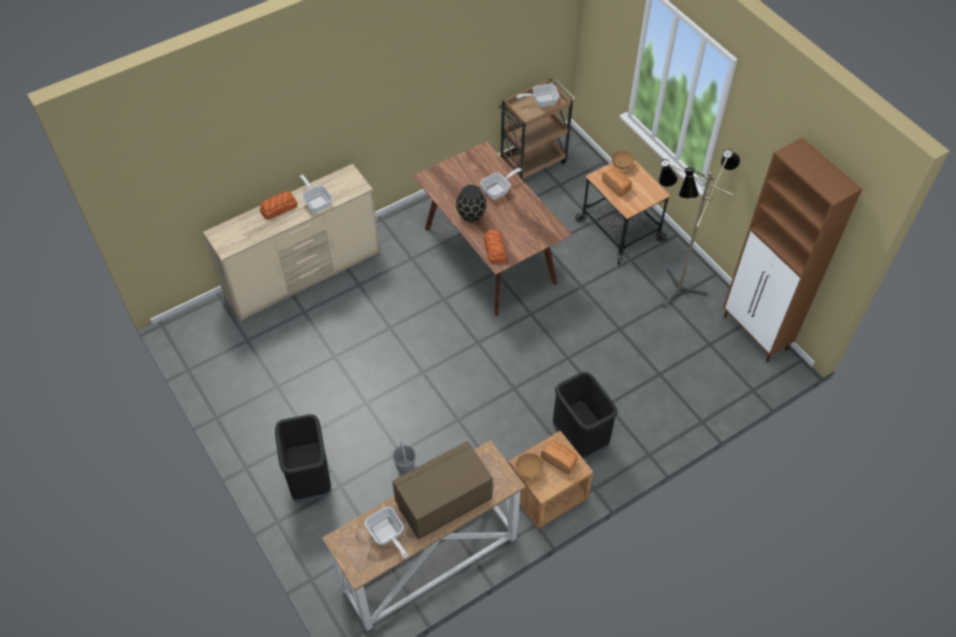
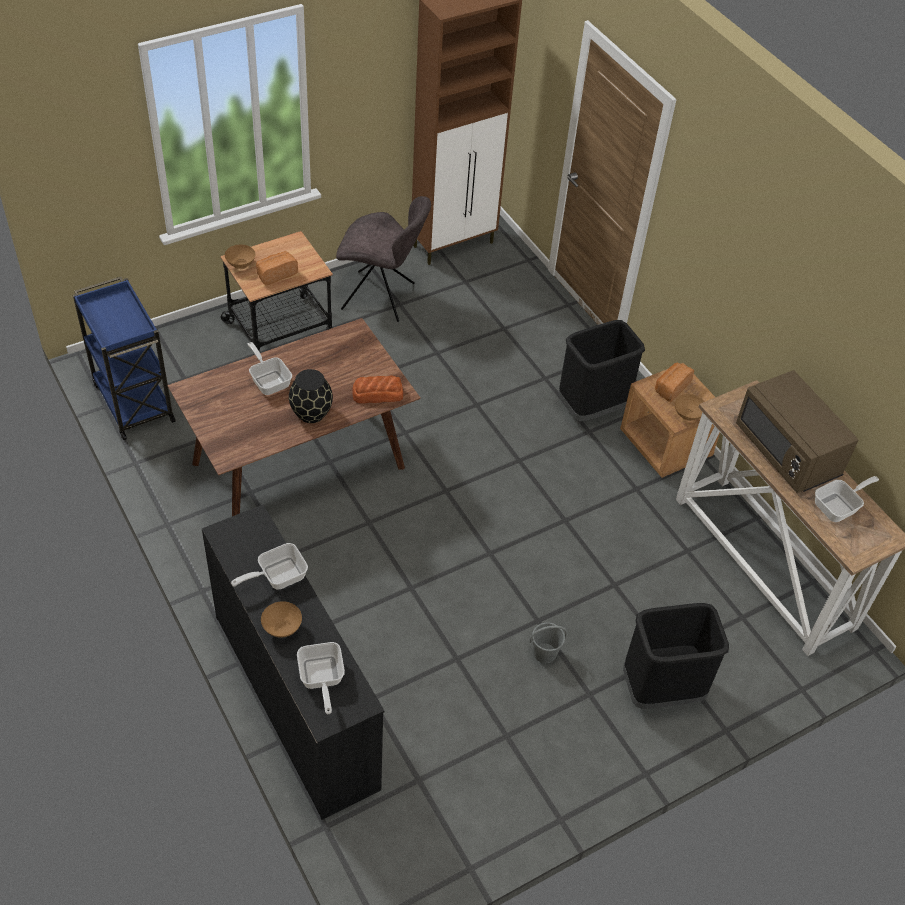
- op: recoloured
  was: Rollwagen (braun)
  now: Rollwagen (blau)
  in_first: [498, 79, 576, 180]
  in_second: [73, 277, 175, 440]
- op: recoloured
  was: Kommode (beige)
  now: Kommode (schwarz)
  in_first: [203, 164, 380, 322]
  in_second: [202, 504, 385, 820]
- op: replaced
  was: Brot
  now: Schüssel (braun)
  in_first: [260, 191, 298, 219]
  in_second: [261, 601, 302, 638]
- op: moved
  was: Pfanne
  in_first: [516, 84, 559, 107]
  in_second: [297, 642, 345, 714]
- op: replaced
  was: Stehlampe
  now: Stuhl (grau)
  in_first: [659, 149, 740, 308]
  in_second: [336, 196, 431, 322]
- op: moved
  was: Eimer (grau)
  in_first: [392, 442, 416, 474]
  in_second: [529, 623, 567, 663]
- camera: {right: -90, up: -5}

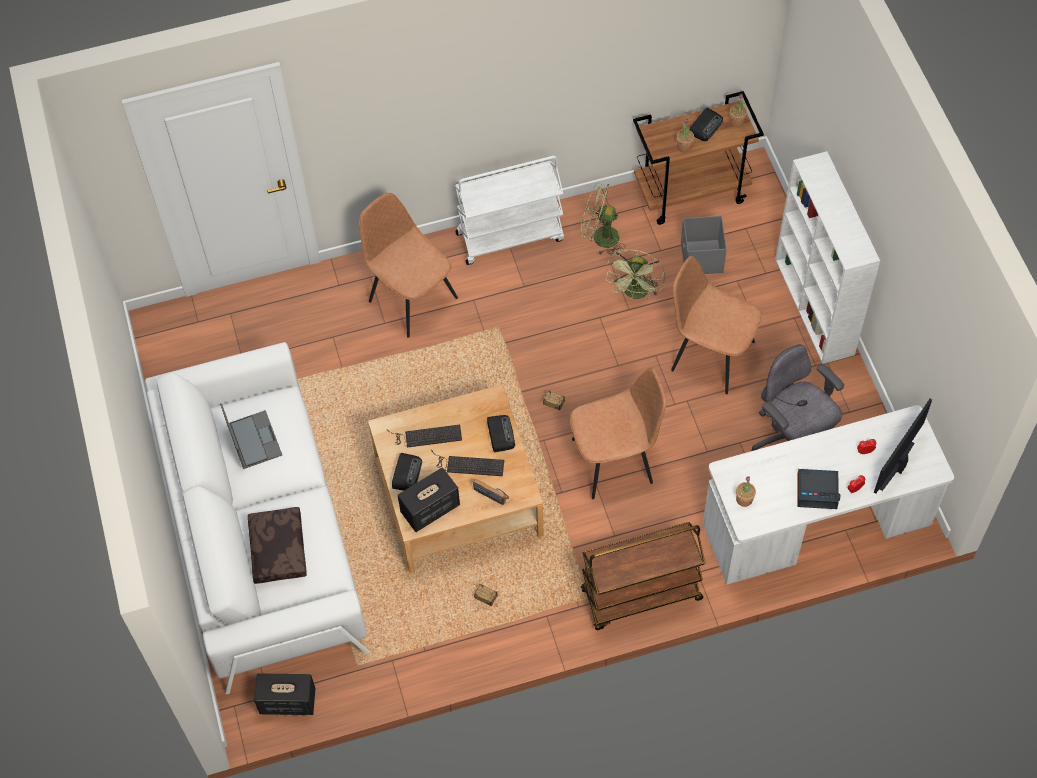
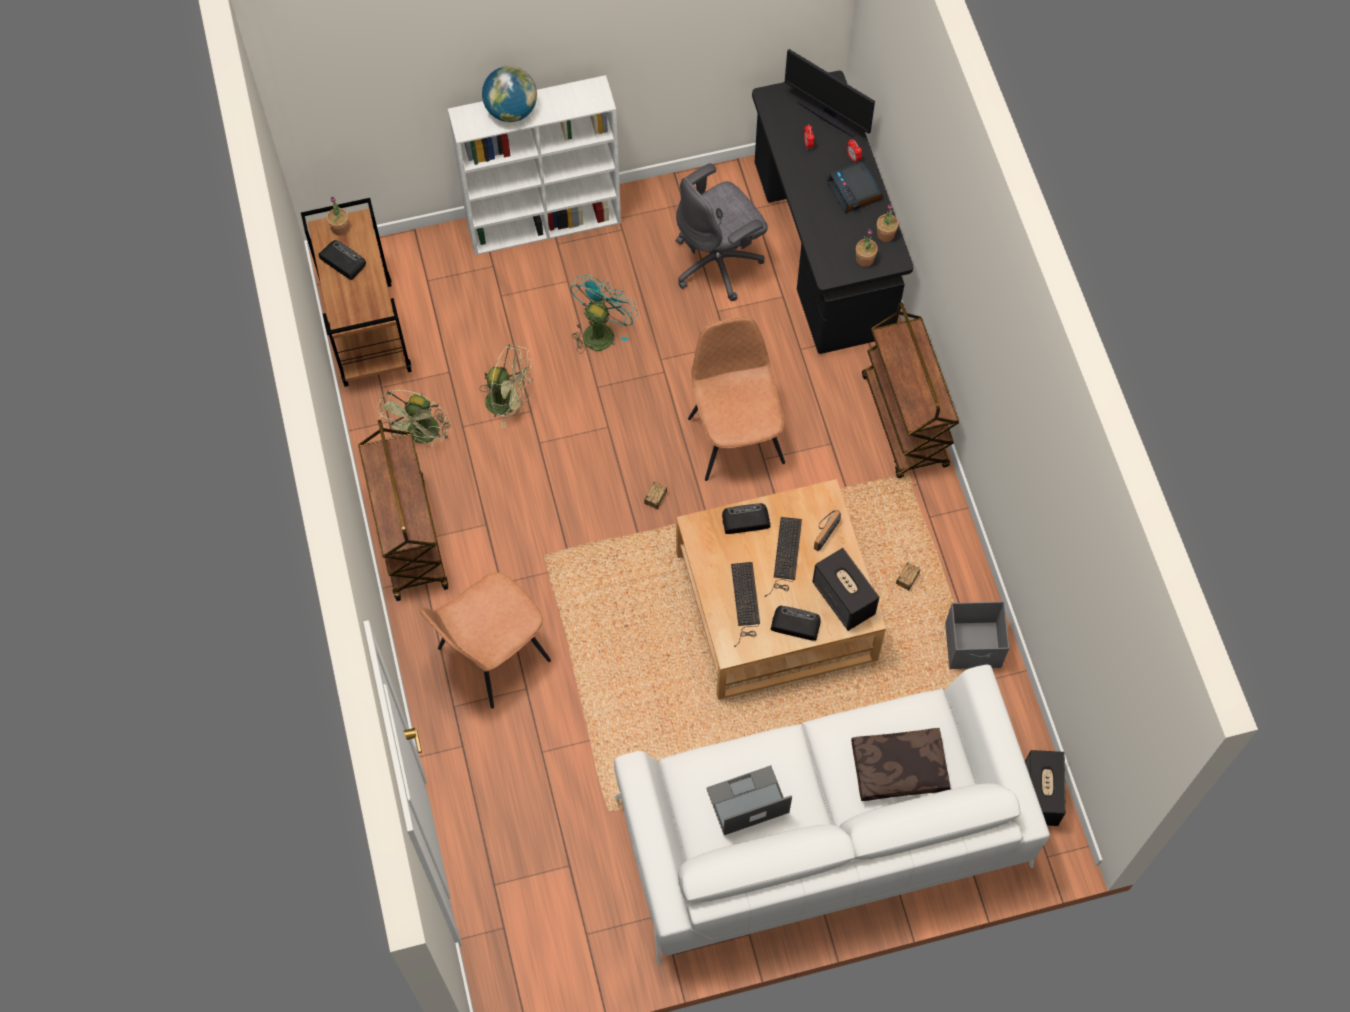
- op: recoloured
  was: Rollwagen (weiß)
  now: Rollwagen (braun)
  in_first: [455, 156, 564, 265]
  in_second: [358, 420, 448, 601]
- op: added
  now: Globus
  in_second: [482, 66, 537, 122]
- op: replaced
  was: Stuhl (braun)
  now: Ventilator (türkis)
  in_first: [671, 256, 762, 394]
  in_second: [570, 274, 638, 354]
- op: recoloured
  was: Schreibtisch (weiß)
  now: Schreibtisch (schwarz)
  in_first: [703, 405, 954, 585]
  in_second: [752, 71, 914, 354]
- op: turned
  was: Wecker
  in_first: [798, 469, 840, 509]
  in_second: [827, 161, 883, 214]
  clockwise: 150
- op: moved
  was: Topfpflanze
  in_first: [677, 118, 694, 153]
  in_second: [877, 204, 898, 242]
- op: moved
  was: Aufbewahrungsbox (grau)
  in_first: [681, 216, 727, 274]
  in_second: [945, 602, 1009, 669]
- camera: {right: -90, up: 5}

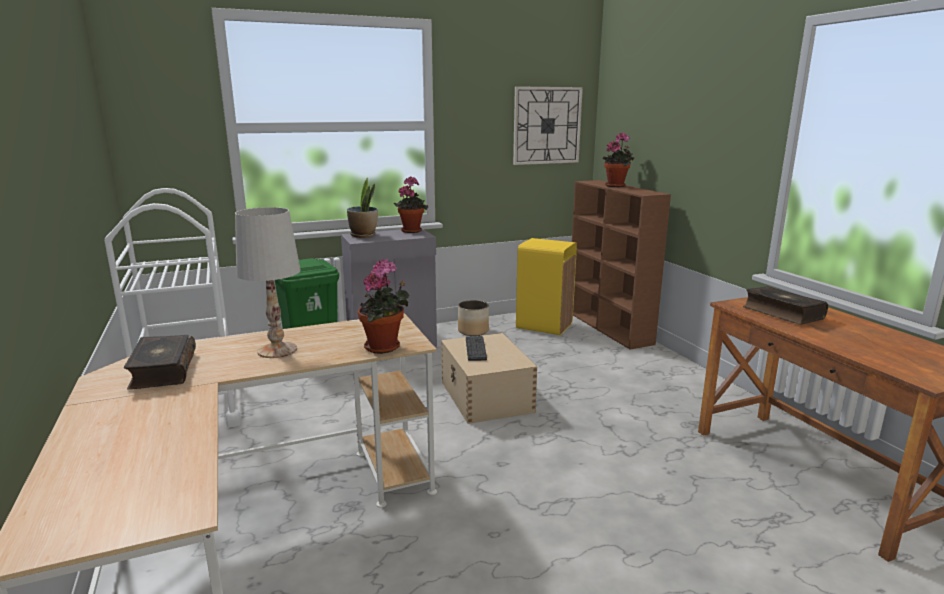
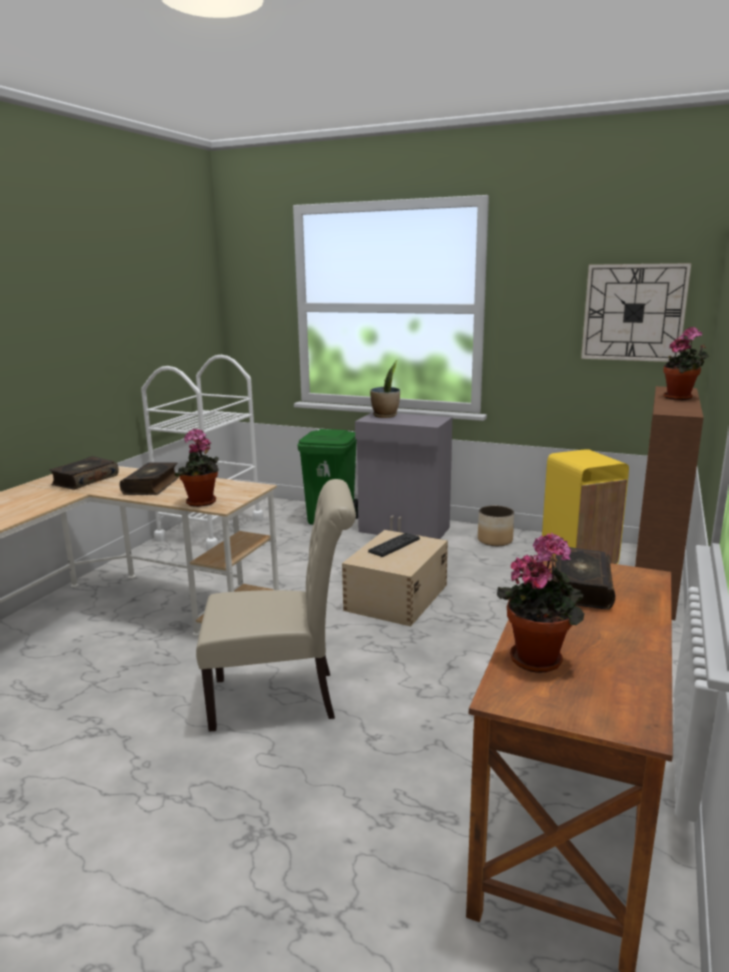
- op: replaced
  was: Tischlampe (weiß)
  now: Buch
  in_first: [235, 207, 301, 358]
  in_second: [120, 462, 179, 495]
- op: added
  now: Stuhl (beige)
  in_second: [196, 479, 356, 732]
- op: moved
  was: Topfpflanze
  in_first: [394, 176, 428, 233]
  in_second: [497, 532, 585, 673]
- camera: {right: 45, up: 0}

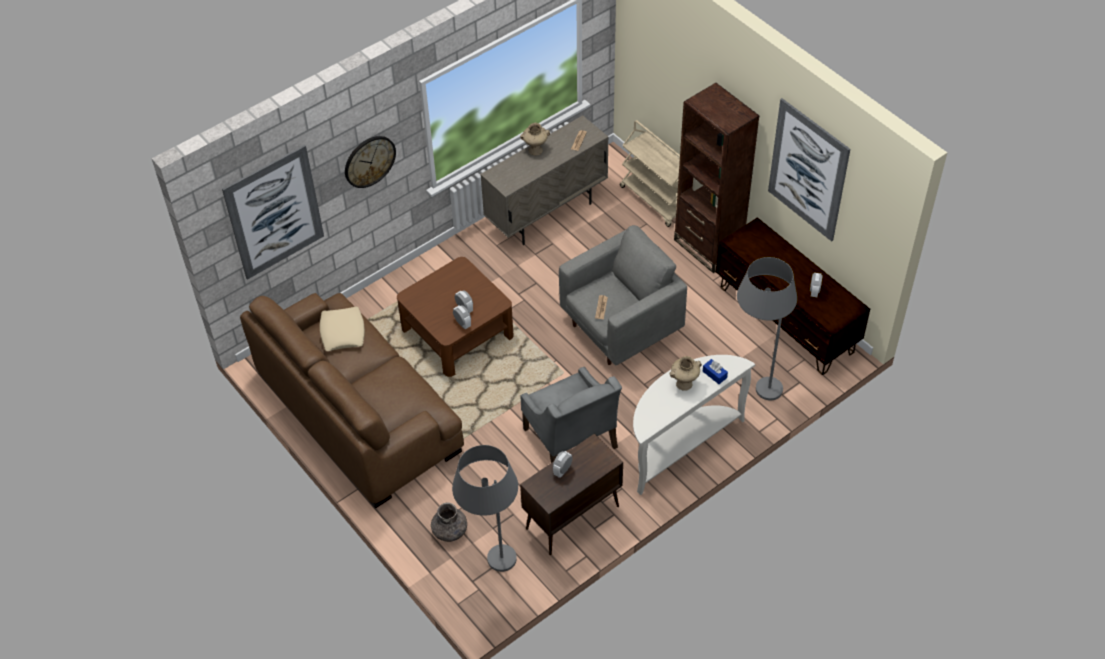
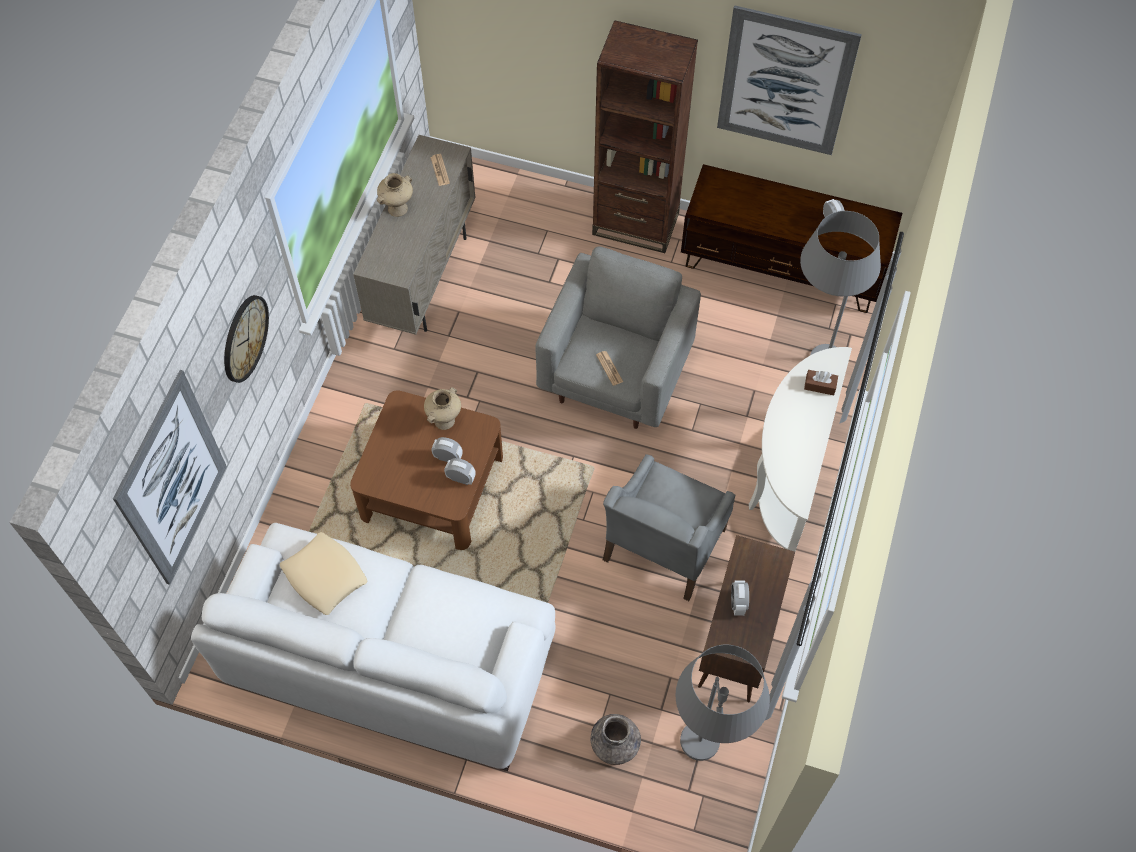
- op: recoloured
  was: Sofa (braun)
  now: Sofa (weiß)
  in_first: [240, 293, 464, 508]
  in_second: [191, 523, 555, 771]
- op: moved
  was: Vase (beige)
  in_first: [669, 356, 702, 391]
  in_second: [424, 387, 461, 430]
- op: turned
  was: Sessel (grau)
  in_first: [520, 367, 622, 463]
  in_second: [603, 454, 735, 601]
  clockwise: 90
- op: recoloured
  was: Taschentuchbox (blau)
  now: Taschentuchbox (braun)
  in_first: [703, 359, 728, 384]
  in_second: [804, 370, 838, 395]
- op: removed
  was: Rollwagen (beige)
  in_first: [620, 120, 680, 227]
- camera: {right: -35, up: 10}

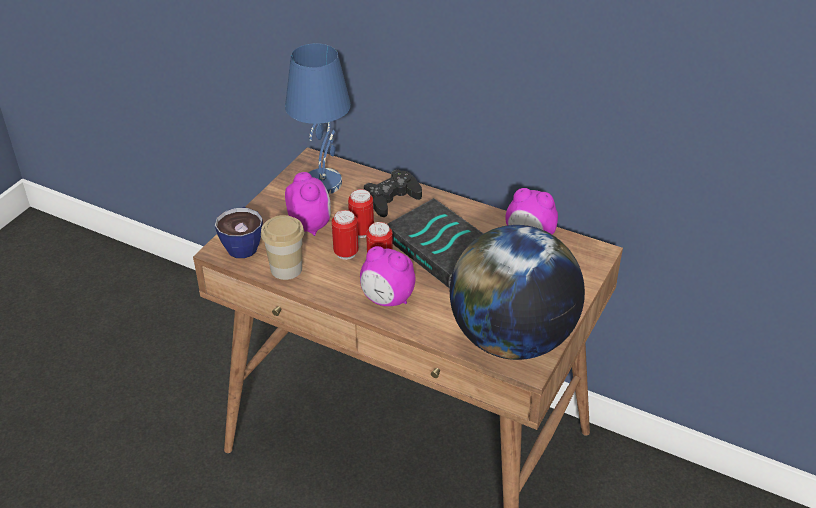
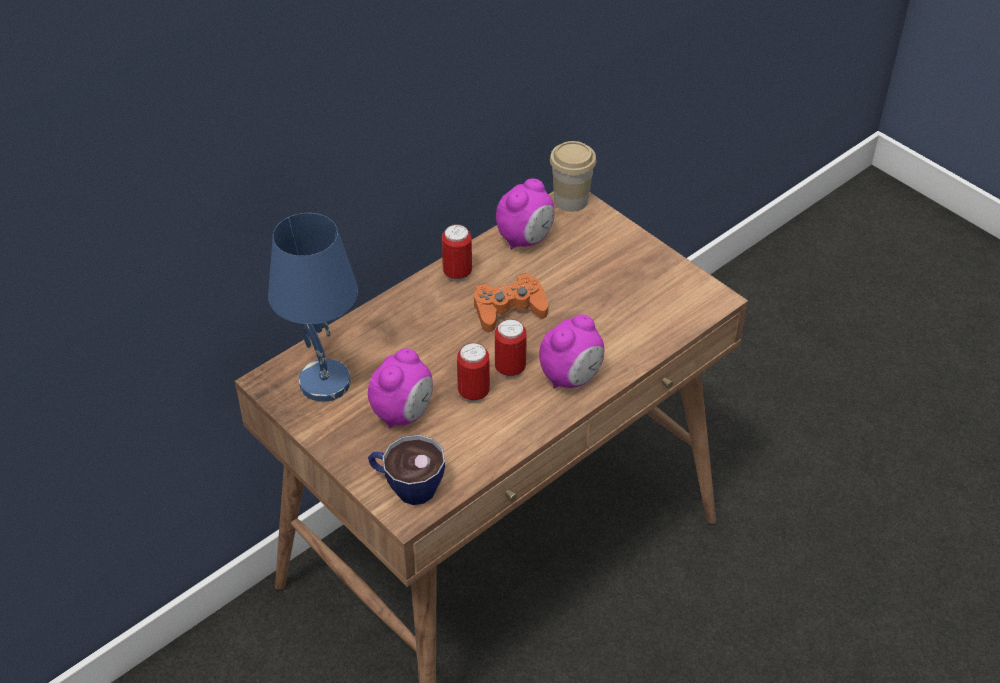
- op: turned
  was: Wecker
  in_first: [285, 172, 331, 236]
  in_second: [368, 348, 433, 429]
  clockwise: 120
- op: moved
  was: Dose
  in_first: [348, 189, 374, 238]
  in_second: [442, 224, 472, 281]
- op: replaced
  was: Buch
  now: Gamepad (orange)
  in_first: [387, 198, 483, 289]
  in_second: [474, 273, 548, 332]
- op: moved
  was: Tasse
  in_first: [261, 215, 304, 280]
  in_second: [550, 141, 596, 212]
- op: removed
  was: Gamepad (schwarz)
  in_first: [364, 169, 422, 217]
- op: removed
  was: Globus
  in_first: [450, 225, 585, 360]
- camera: {right: -70, up: 5}

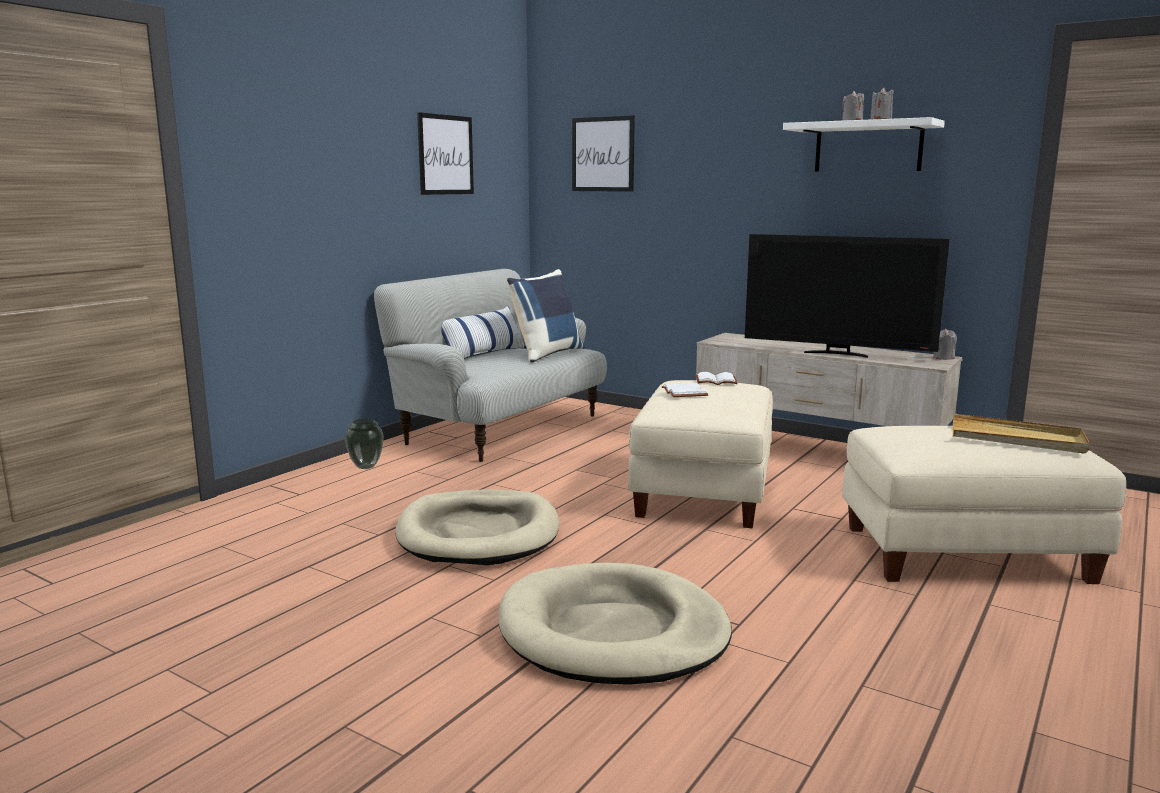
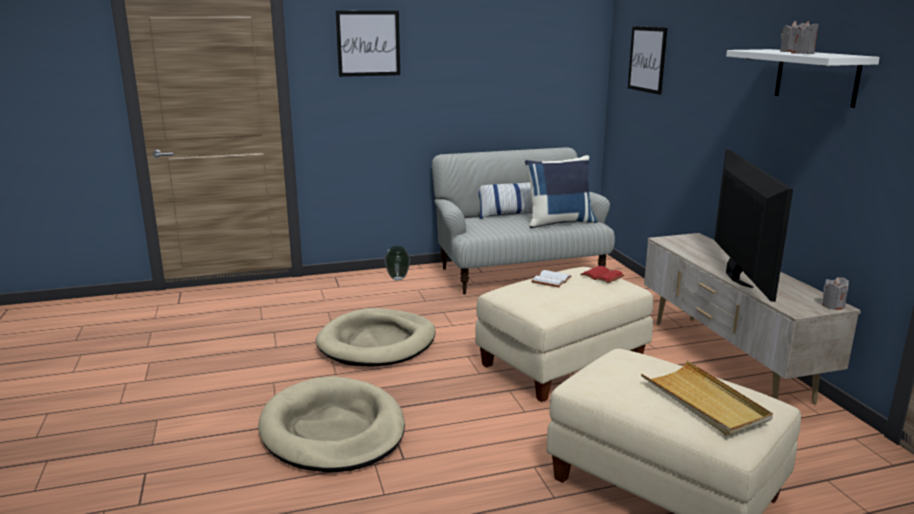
- op: moved
  was: Bild
  in_first: [417, 112, 474, 195]
  in_second: [335, 11, 400, 77]
- op: recoloured
  was: Buch (weiß)
  now: Buch (rot)
  in_first: [696, 372, 738, 385]
  in_second: [580, 266, 624, 283]
- op: turned
  was: Fernseher
  in_first: [745, 234, 950, 358]
  in_second: [714, 150, 793, 302]
  clockwise: -150
- camera: {right: 40, up: 5}

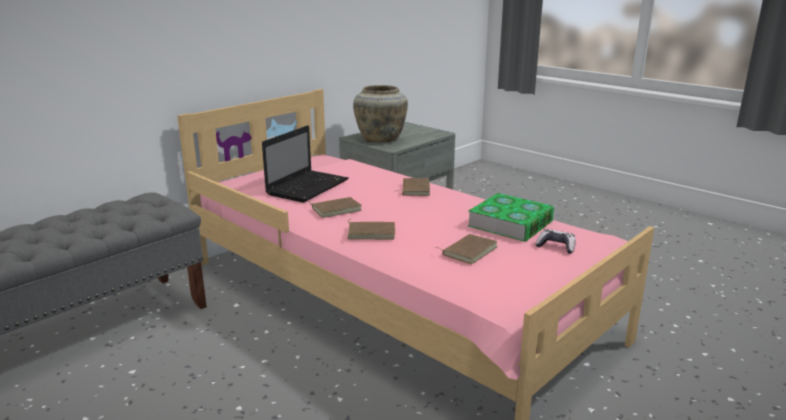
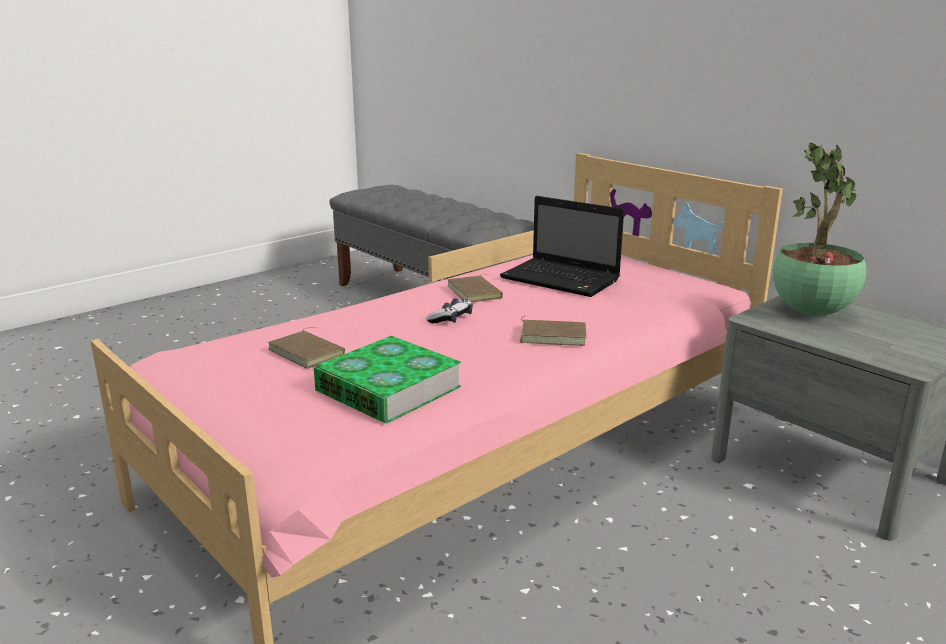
- op: moved
  was: Gamepad
  in_first: [535, 229, 576, 254]
  in_second: [426, 298, 473, 324]
- op: replaced
  was: Vase (beige)
  now: Topfpflanze
  in_first: [353, 85, 408, 142]
  in_second: [773, 143, 866, 315]
- op: removed
  was: Buch (braun)
  in_first: [347, 219, 395, 240]
- camera: {right: 95, up: 0}

